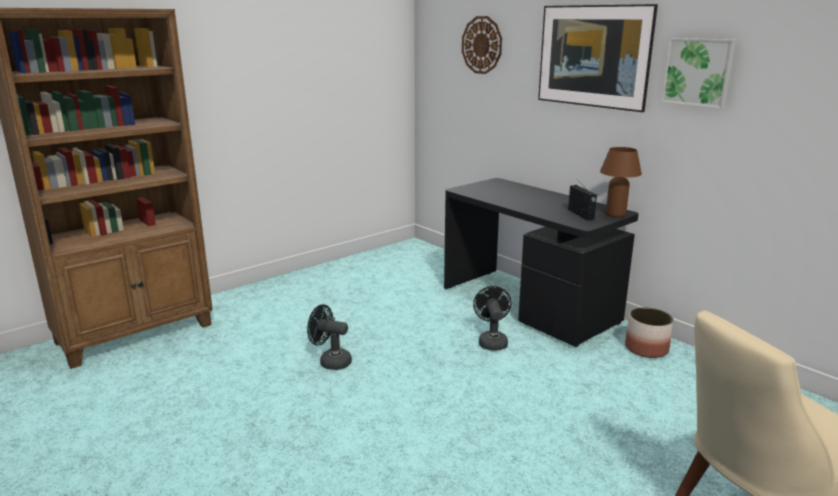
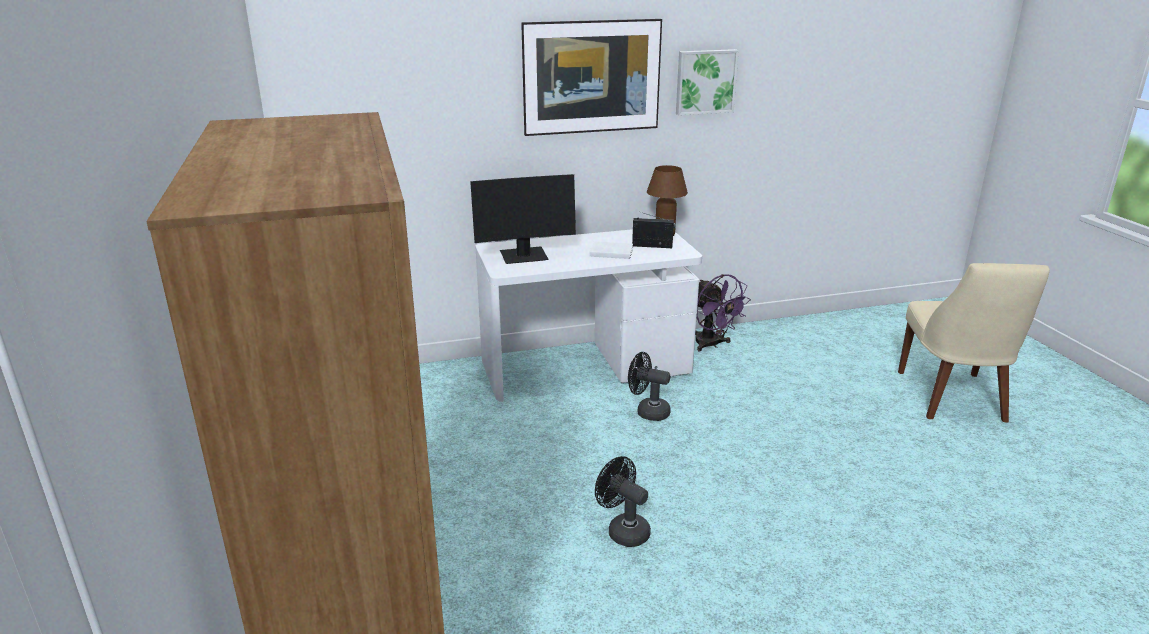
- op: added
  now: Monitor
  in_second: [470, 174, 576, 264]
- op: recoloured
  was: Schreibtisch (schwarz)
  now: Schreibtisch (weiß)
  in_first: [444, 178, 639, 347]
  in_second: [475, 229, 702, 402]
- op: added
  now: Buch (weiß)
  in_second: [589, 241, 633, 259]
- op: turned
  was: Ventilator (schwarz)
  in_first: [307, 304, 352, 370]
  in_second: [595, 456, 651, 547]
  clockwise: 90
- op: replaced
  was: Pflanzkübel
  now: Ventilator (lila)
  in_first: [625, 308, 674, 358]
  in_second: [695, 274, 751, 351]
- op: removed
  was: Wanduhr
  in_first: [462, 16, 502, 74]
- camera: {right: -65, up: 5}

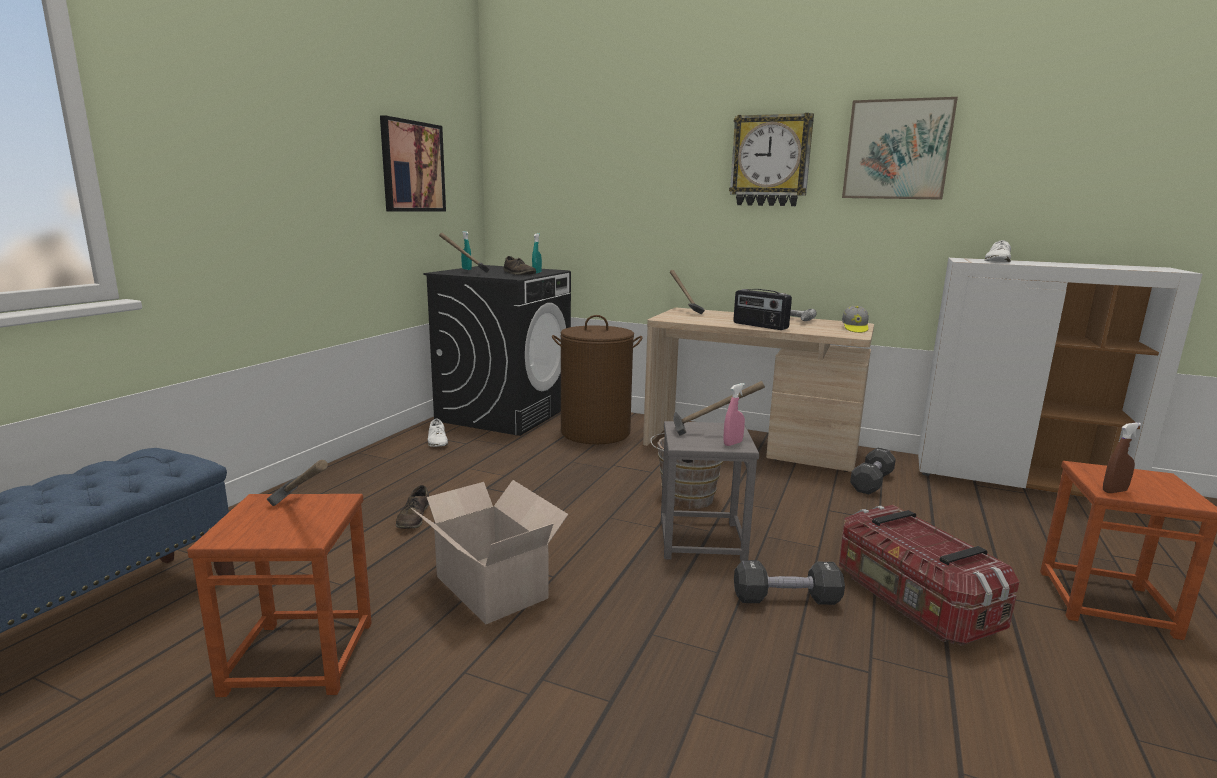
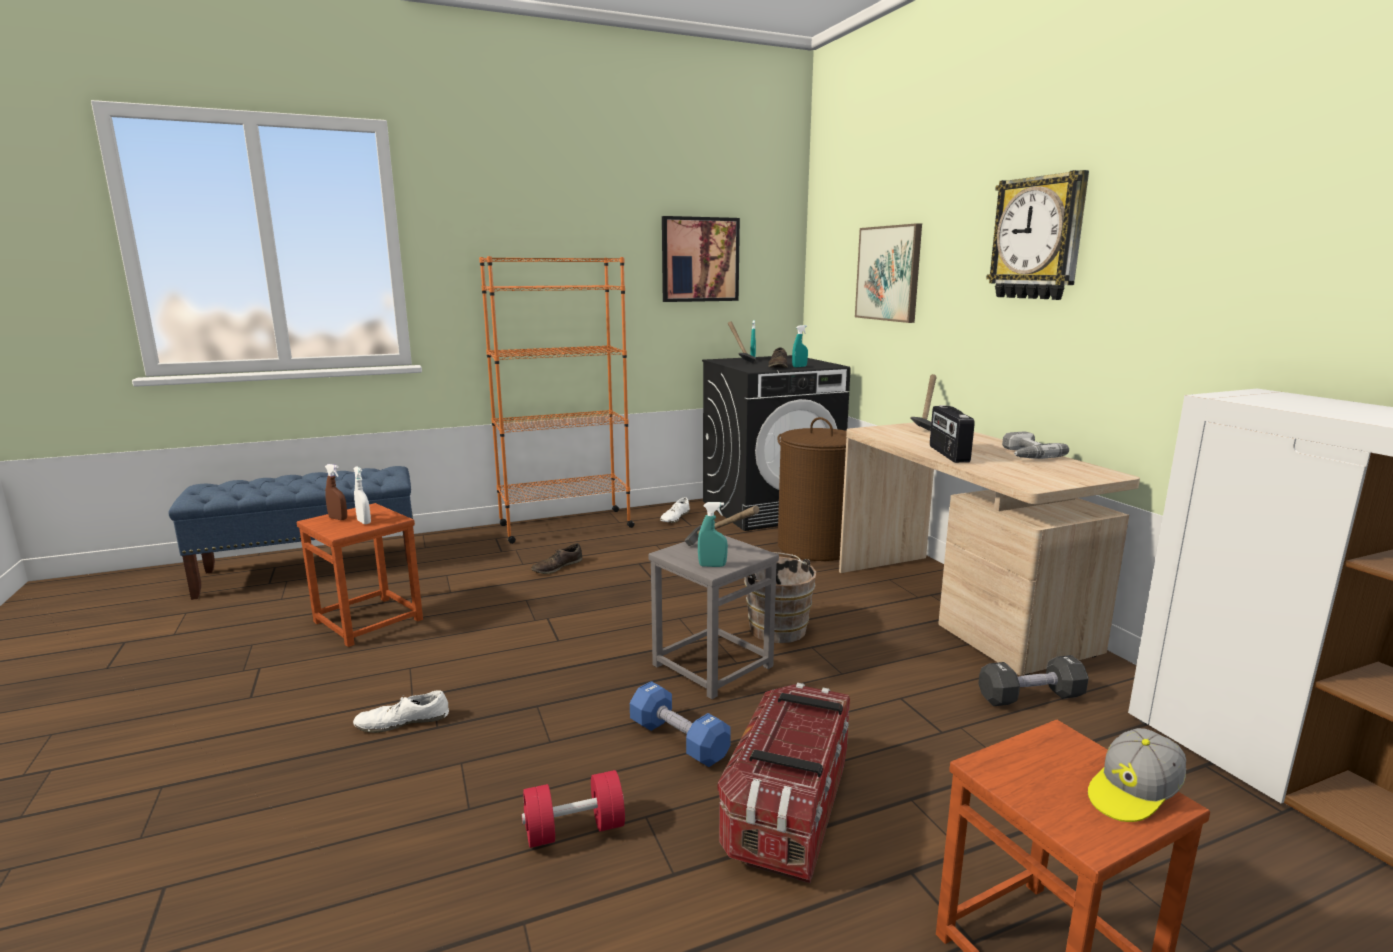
- op: moved
  was: Sprühflasche (braun)
  in_first: [1103, 422, 1141, 493]
  in_second: [325, 464, 347, 520]
- op: replaced
  was: Hammer
  now: Sprühflasche (weiß)
  in_first: [267, 460, 328, 506]
  in_second: [353, 466, 371, 524]
- op: moved
  was: Schuh (weiß)
  in_first: [984, 240, 1011, 262]
  in_second: [353, 690, 449, 733]
- op: added
  now: Bücherregal (orange)
  in_second: [479, 256, 635, 544]
- op: added
  now: Hantel (rot)
  in_second: [522, 770, 625, 848]
- op: recoloured
  was: Hantel (schwarz)
  now: Hantel (blau)
  in_first: [734, 560, 845, 605]
  in_second: [630, 681, 731, 767]
- op: recoloured
  was: Sprühflasche (rosa)
  now: Sprühflasche (türkis)
  in_first: [723, 383, 745, 446]
  in_second: [698, 502, 728, 567]
- op: moved
  was: Bild
  in_first: [842, 97, 958, 200]
  in_second: [855, 223, 922, 323]
- op: moved
  was: Kappe
  in_first: [842, 306, 869, 333]
  in_second: [1088, 728, 1186, 822]
- op: removed
  was: Karton
  in_first: [411, 480, 568, 625]
- camera: {right: 45, up: 0}

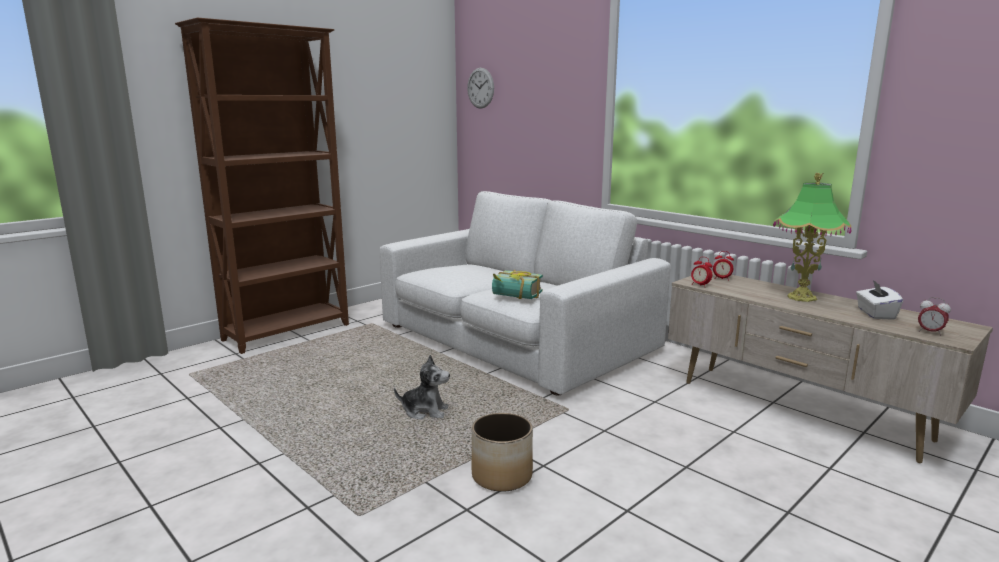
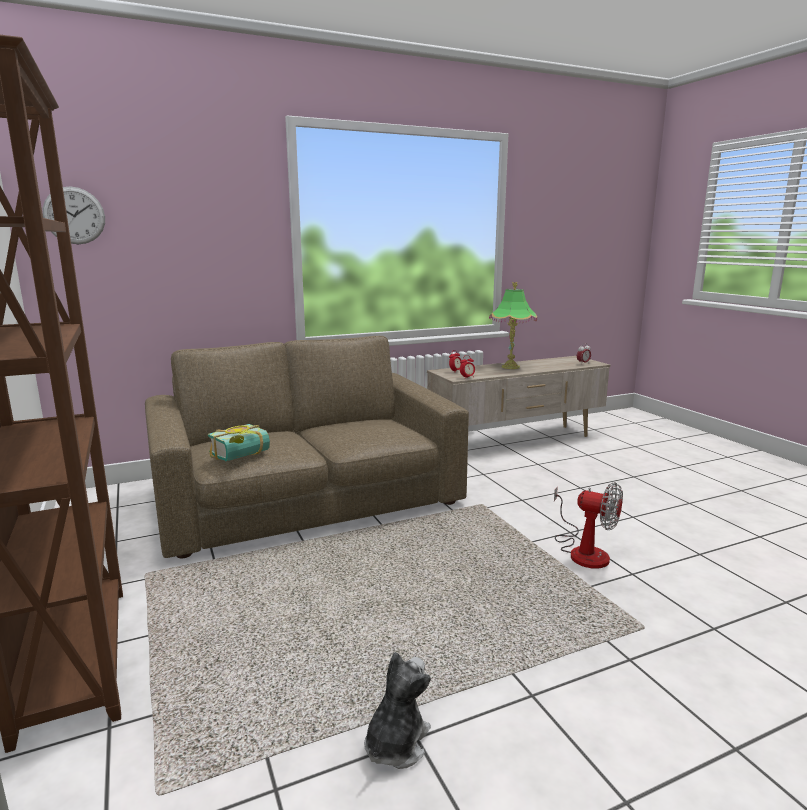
- op: recoloured
  was: Sofa (weiß)
  now: Sofa (braun)
  in_first: [380, 191, 671, 395]
  in_second: [145, 336, 469, 558]
- op: moved
  was: Buch
  in_first: [492, 270, 543, 299]
  in_second: [208, 424, 270, 461]
- op: moved
  was: Plüschtier
  in_first: [394, 355, 450, 420]
  in_second: [364, 652, 431, 769]
- op: replaced
  was: Pflanzkübel
  now: Ventilator
  in_first: [472, 413, 533, 492]
  in_second: [554, 482, 623, 568]
- op: removed
  was: Taschentuchbox (weiß)
  in_first: [856, 280, 903, 320]
- camera: {right: -70, up: 0}

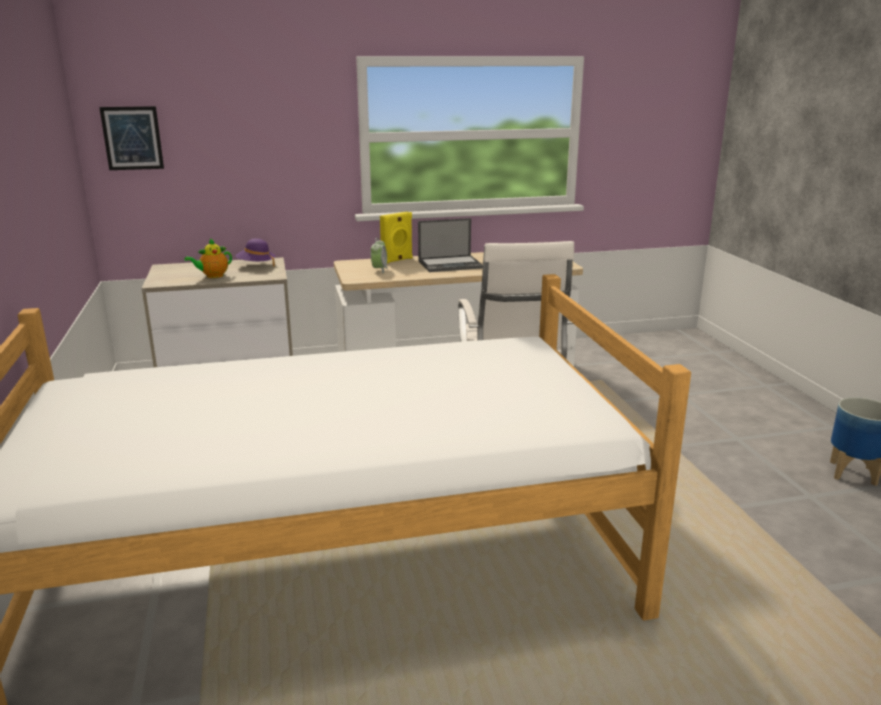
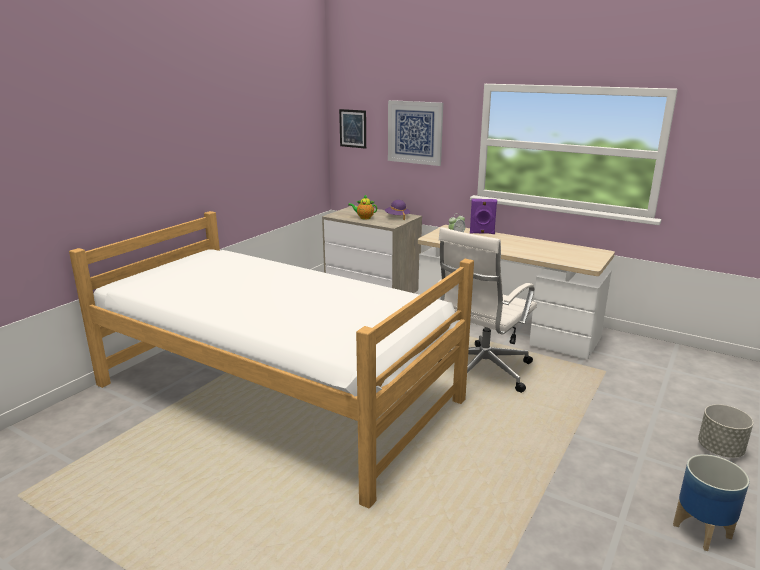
- op: added
  now: Bild
  in_second: [388, 100, 443, 166]
- op: recoloured
  was: Lautsprecher (gelb)
  now: Lautsprecher (lila)
  in_first: [380, 212, 413, 263]
  in_second: [470, 199, 497, 234]
- op: added
  now: Pflanzkübel (grau)
  in_second: [698, 404, 754, 458]
- op: removed
  was: Laptop
  in_first: [418, 218, 483, 272]
- camera: {right: 45, up: 0}

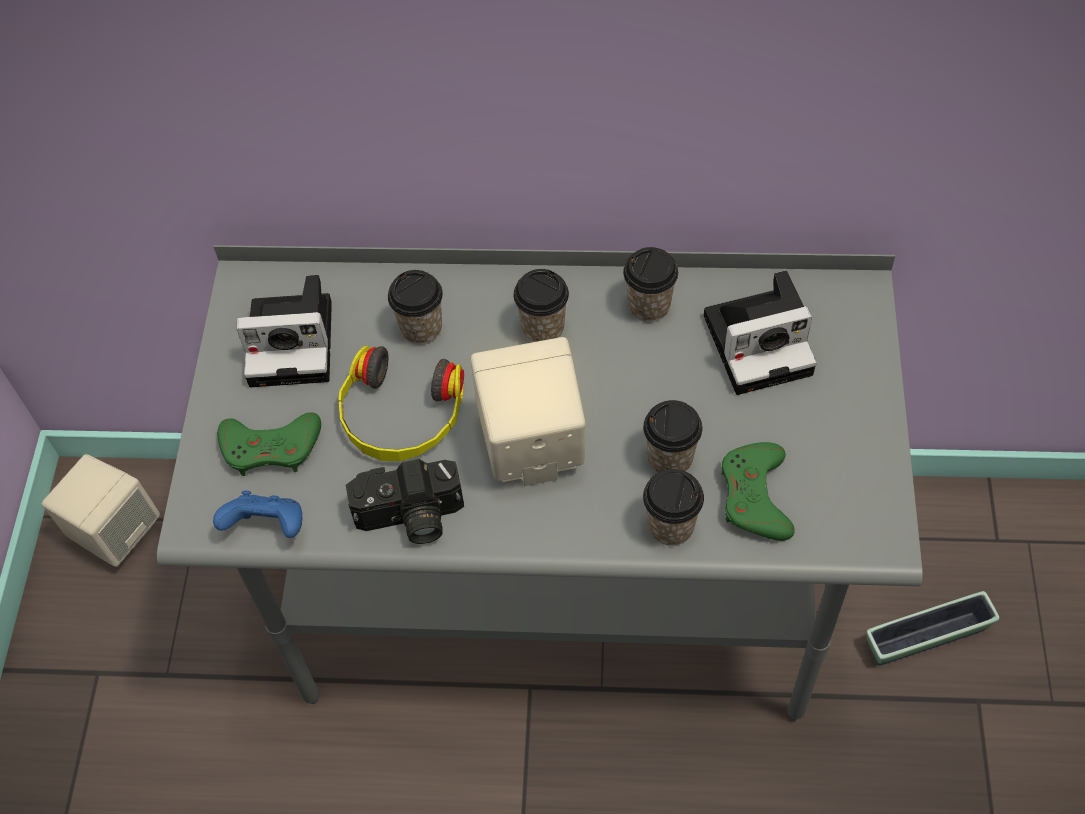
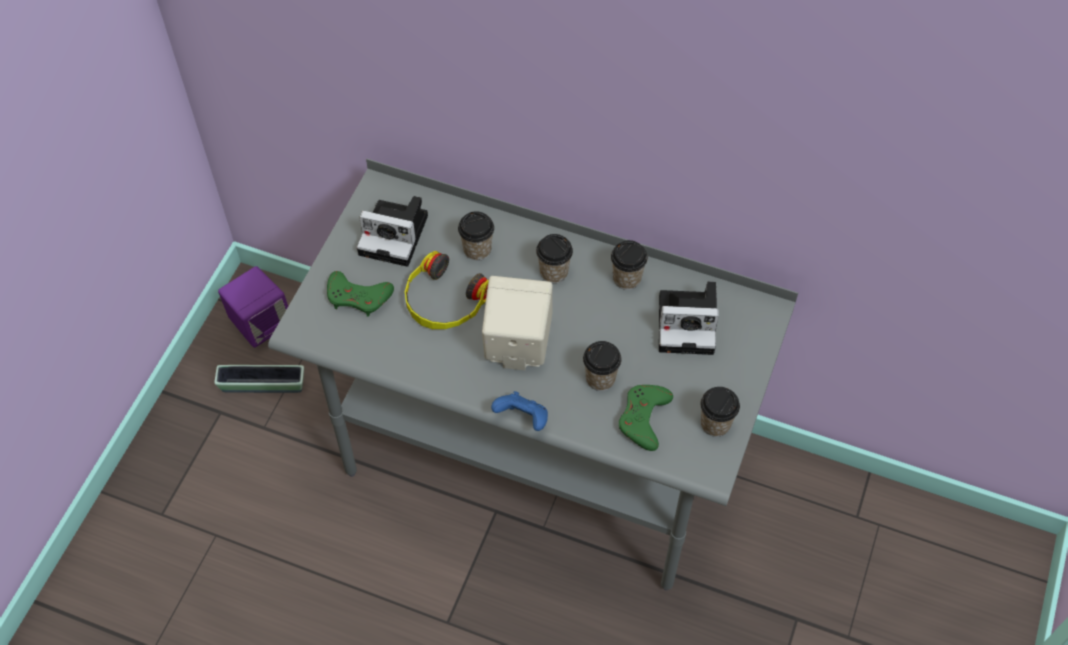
- op: moved
  was: Pflanzkübel
  in_first: [867, 591, 999, 665]
  in_second: [214, 365, 304, 393]
- op: recoloured
  was: Lautsprecher (beige)
  now: Lautsprecher (lila)
  in_first: [42, 454, 160, 567]
  in_second: [218, 266, 288, 348]
- op: moved
  was: Gamepad (blau)
  in_first: [213, 491, 302, 538]
  in_second: [491, 391, 548, 431]
- op: moved
  was: Tasse
  in_first: [643, 469, 704, 546]
  in_second: [700, 387, 740, 437]
- op: removed
  was: Kamera
  in_first: [346, 459, 464, 544]
- camera: {right: 15, up: 0}

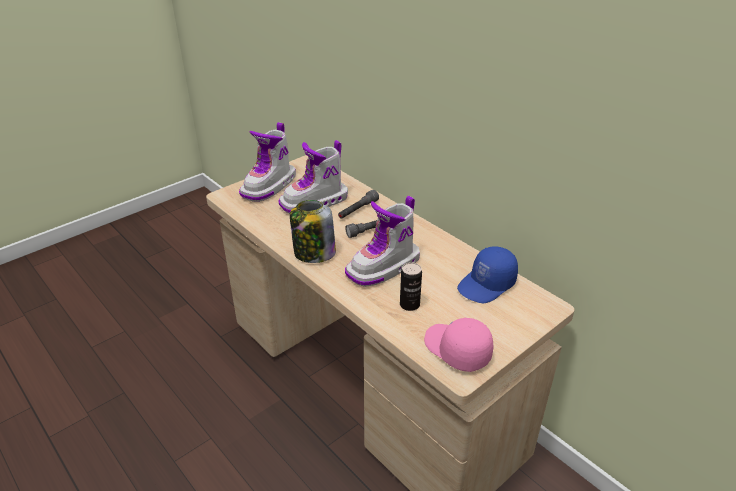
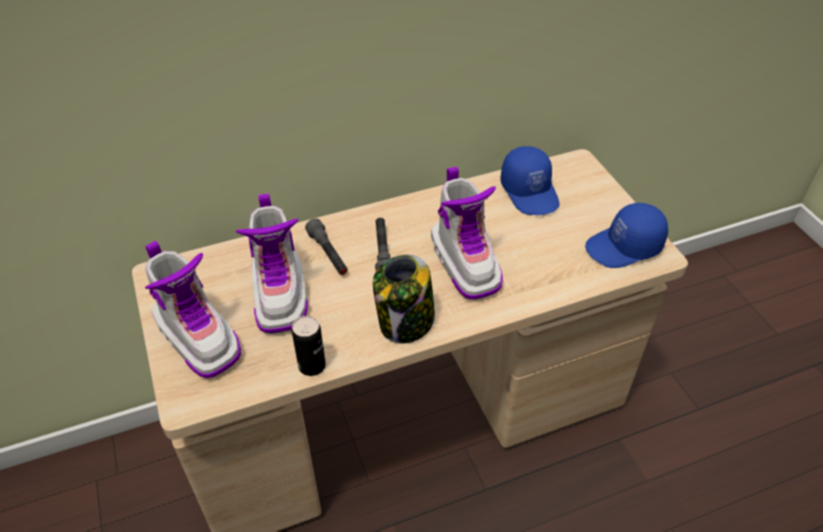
- op: moved
  was: Dose
  in_first: [400, 262, 422, 311]
  in_second: [292, 316, 326, 376]
- op: recoloured
  was: Kappe (rosa)
  now: Kappe (blau)
  in_first: [424, 317, 493, 372]
  in_second: [585, 203, 668, 268]
- camera: {right: -70, up: 10}

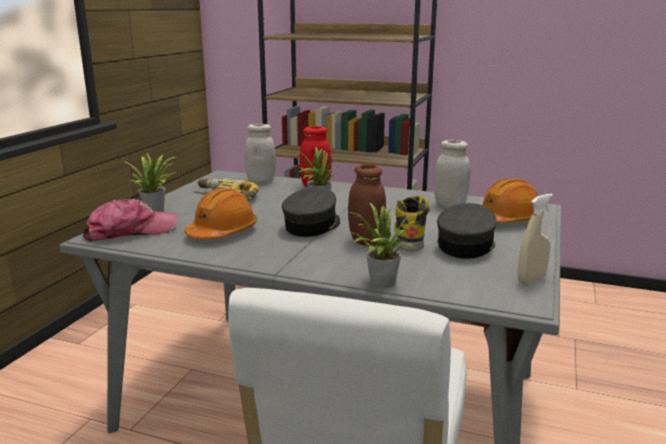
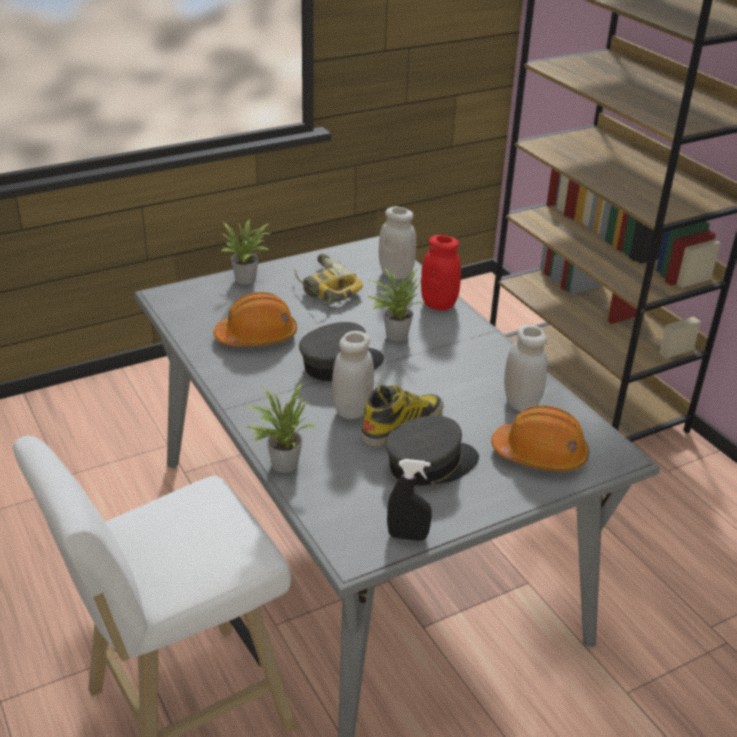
- op: recoloured
  was: Vorratsglas (braun)
  now: Vorratsglas (weiß)
  in_first: [348, 164, 386, 246]
  in_second: [332, 331, 374, 419]
- op: recoloured
  was: Sprühflasche (beige)
  now: Sprühflasche (schwarz)
  in_first: [518, 194, 553, 283]
  in_second: [387, 459, 432, 541]
- op: removed
  was: Kappe
  in_first: [83, 199, 178, 242]
- camera: {right: 40, up: 15}

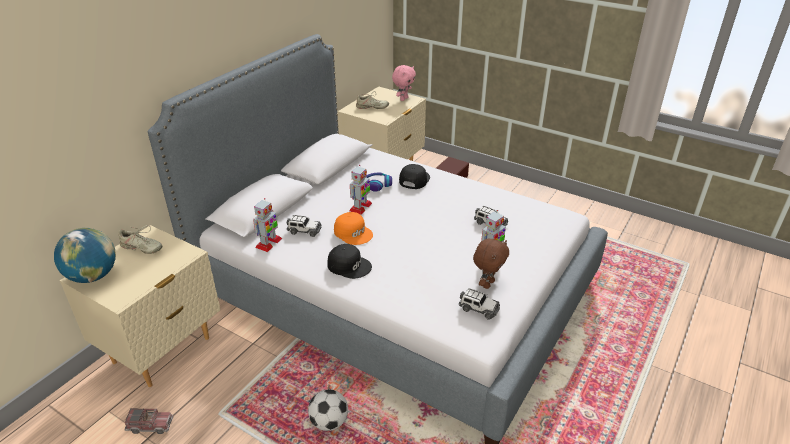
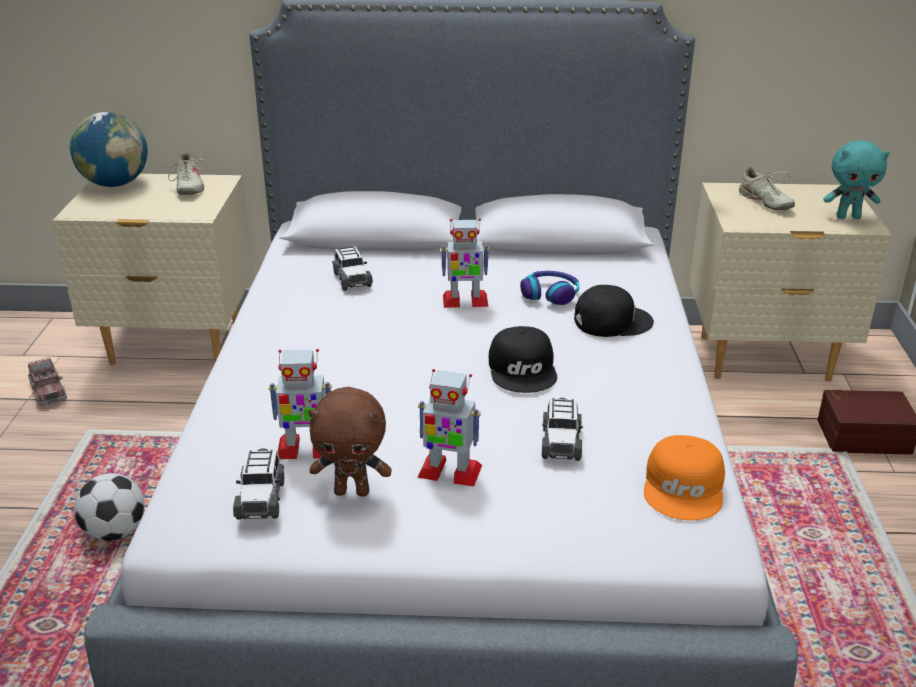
- op: moved
  was: Spielzeugroboter
  in_first: [253, 198, 282, 252]
  in_second: [269, 349, 332, 459]
- op: moved
  was: Kappe (schwarz)
  in_first: [327, 244, 372, 279]
  in_second: [489, 326, 557, 393]
- op: moved
  was: Kappe (orange)
  in_first: [334, 212, 373, 245]
  in_second: [644, 435, 725, 521]
- op: recoloured
  was: Plüschtier (rosa)
  now: Plüschtier (türkis)
  in_first: [392, 65, 416, 101]
  in_second: [823, 140, 890, 219]
- camera: {right: 60, up: -5}

